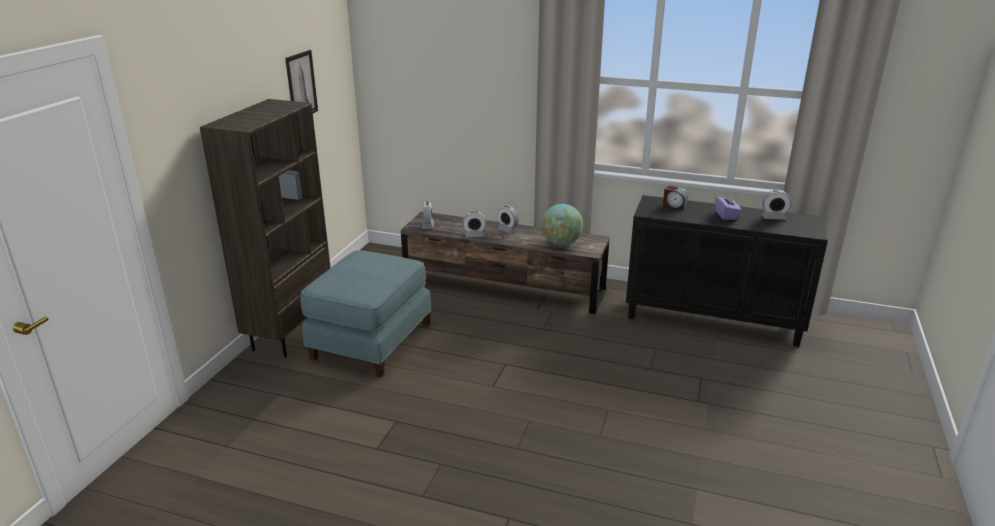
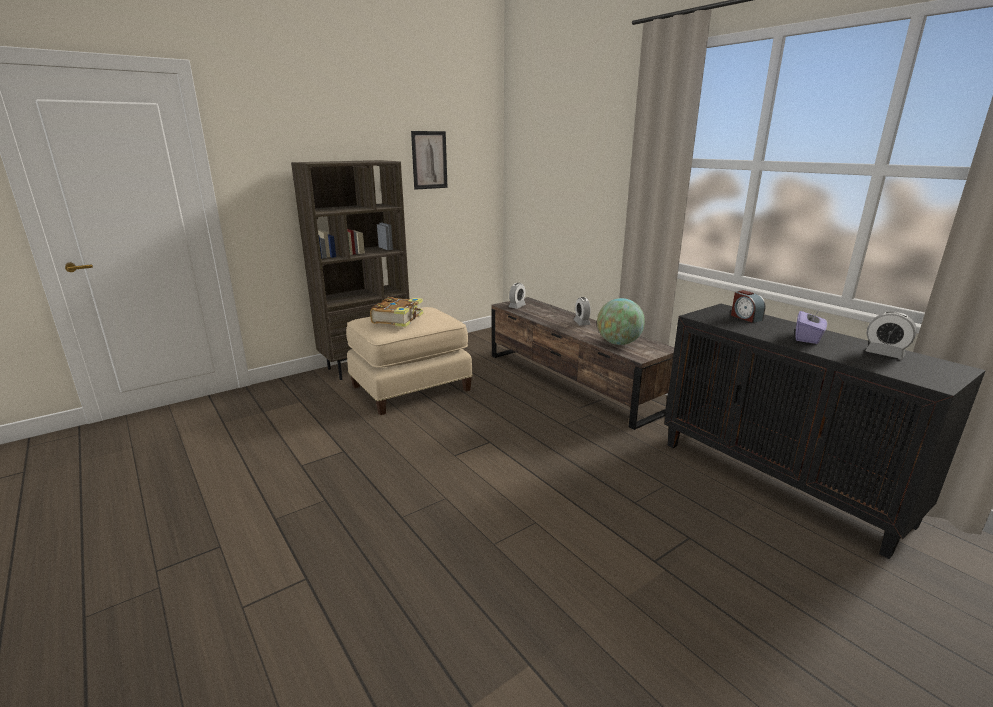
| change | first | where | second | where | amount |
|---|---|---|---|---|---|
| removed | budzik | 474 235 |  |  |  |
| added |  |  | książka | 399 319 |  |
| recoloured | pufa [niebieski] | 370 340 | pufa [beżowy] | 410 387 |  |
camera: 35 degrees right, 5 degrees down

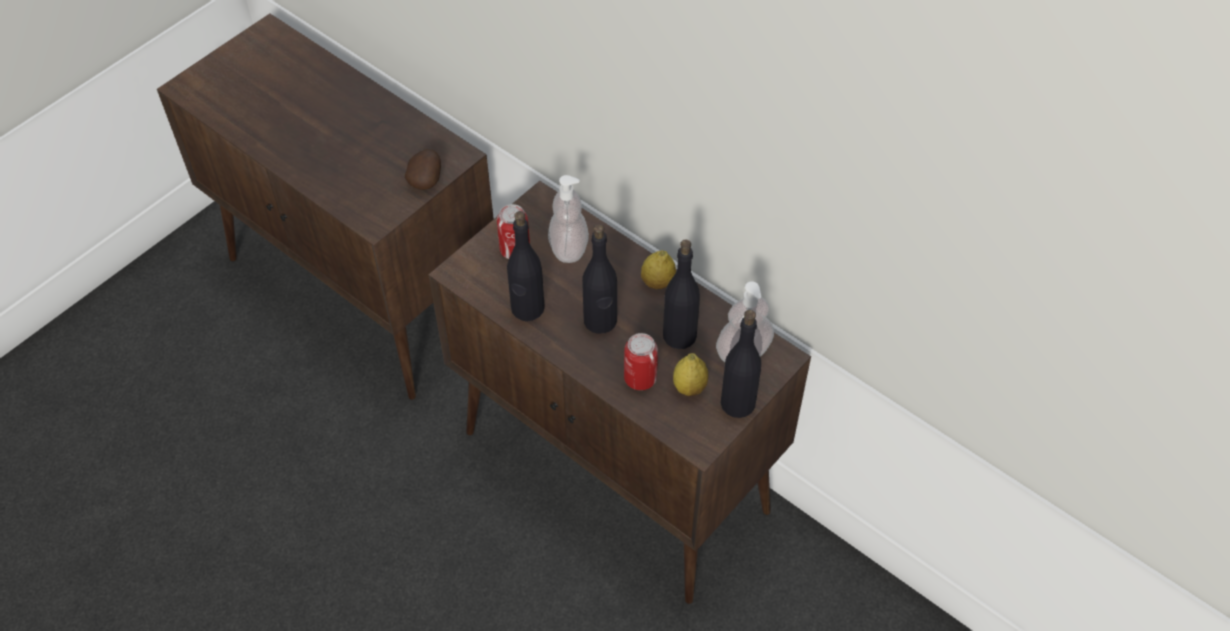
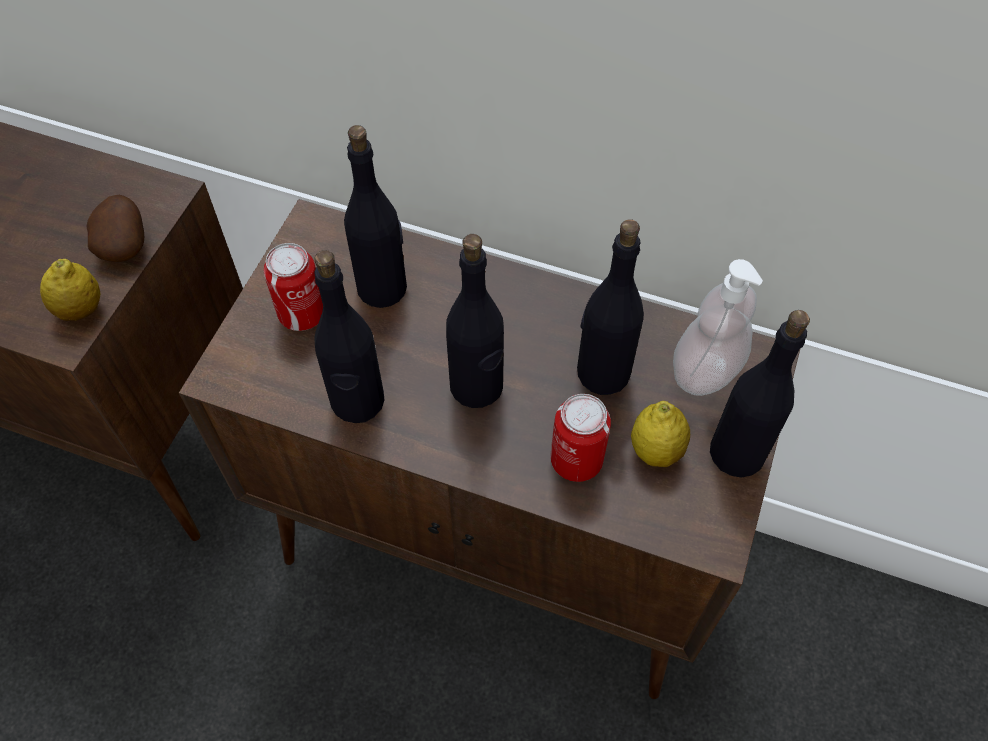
| change | first | where | second | where | amount |
|---|---|---|---|---|---|
| moved | cytryna | 657 283 |  | 81 309 |  |
| replaced | dozownik mydła | 568 248 | butelka [czarny] | 383 287 |  |
camera: 20 degrees left, 5 degrees up

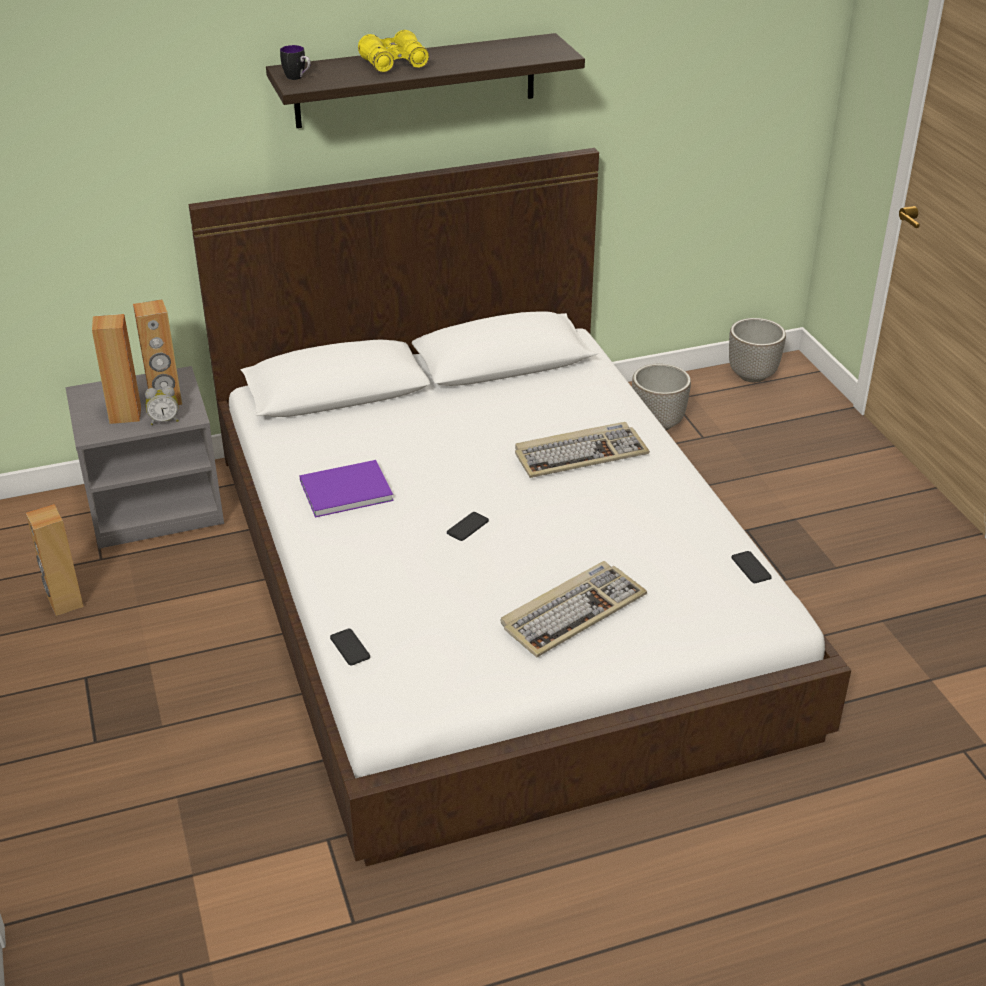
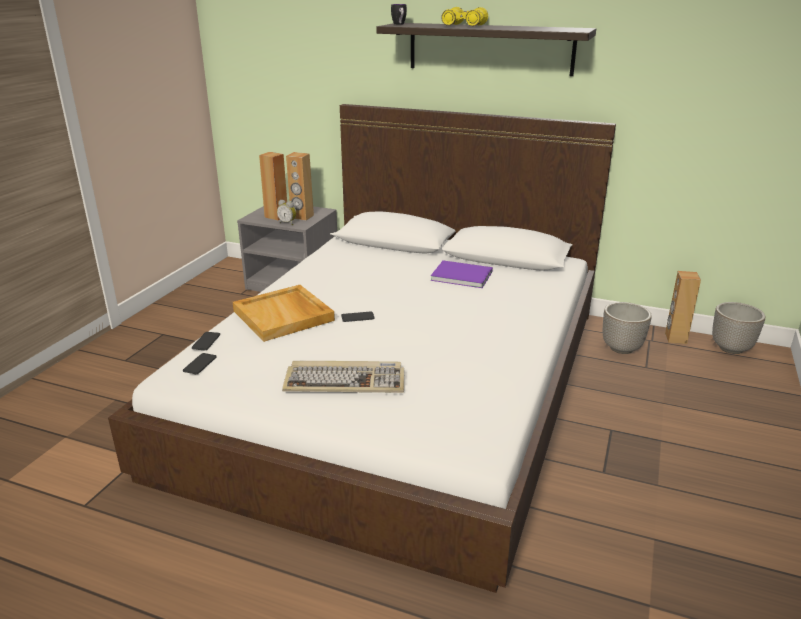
| change | first | where | second | where | amount |
|---|---|---|---|---|---|
| removed | klawiatura | 580 454 |  |  |  |
| added |  |  | taca [beżowy] | 284 316 |  |
| moved | głośnik [brązowy] | 65 603 |  | 675 338 |  |
| moved | książka [fioletowy] | 343 490 |  | 460 275 |  |
| moved | telefon | 751 567 |  | 200 364 |  |
camera: 40 degrees right, 10 degrees down

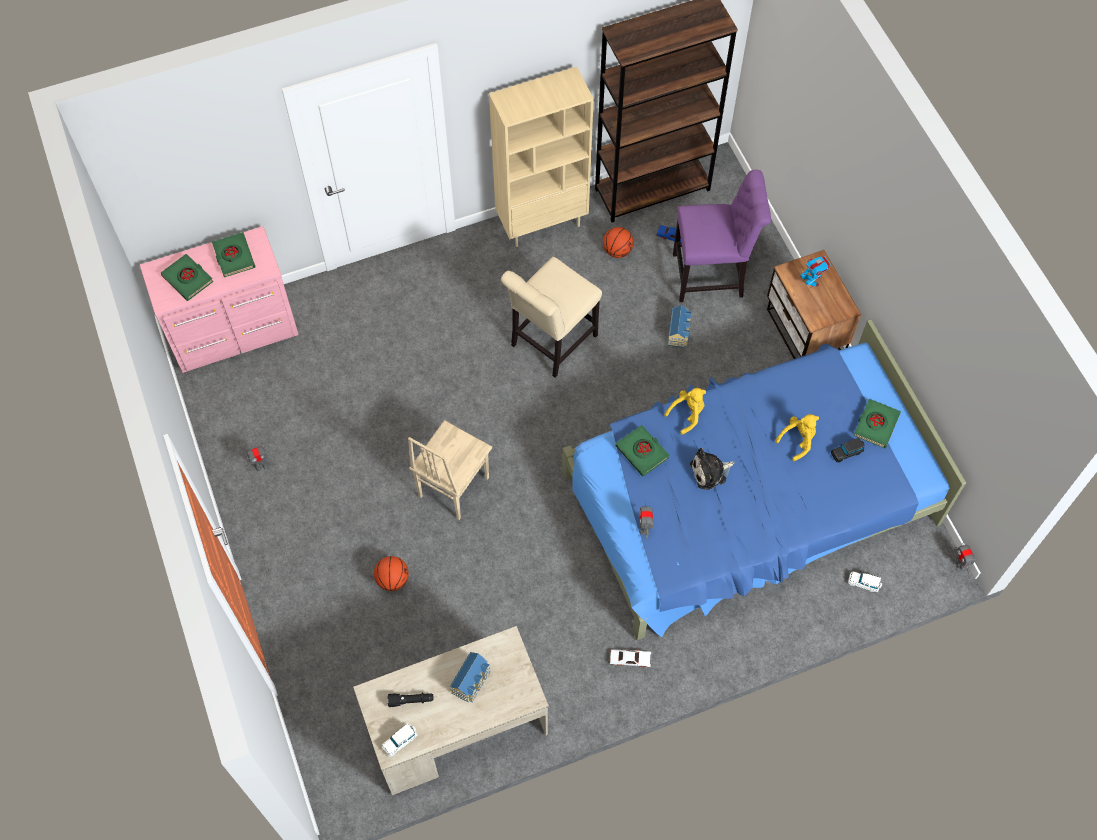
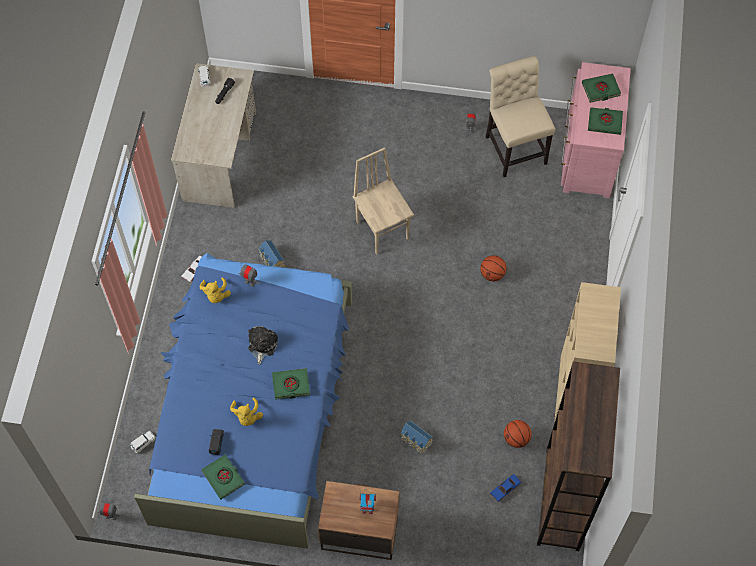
| change | first | where | second | where | amount |
|---|---|---|---|---|---|
| removed | krzesło [fioletowy] | 712 276 |  |  |  |
| moved | piłka do koszykówki | 392 579 |  | 492 274 |  |
| moved | domek | 472 681 |  | 271 261 |  |
| moved | krzesło [beżowy] | 550 343 |  | 514 147 |  |
| moved | książka [zielony] | 642 452 |  | 291 385 |  |
| moved | pluszak [żółty] | 687 414 |  | 216 295 |  |
camera: 120 degrees right, 0 degrees up

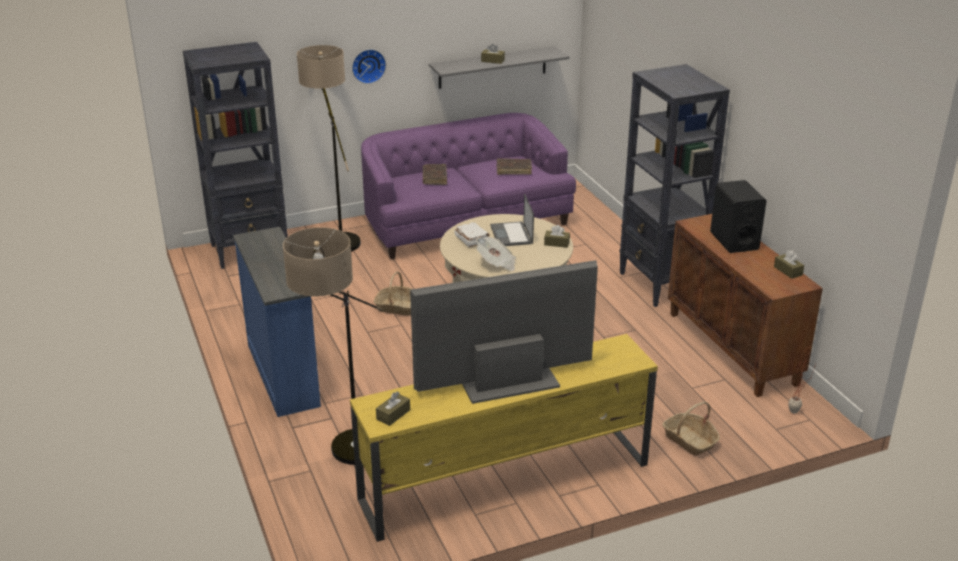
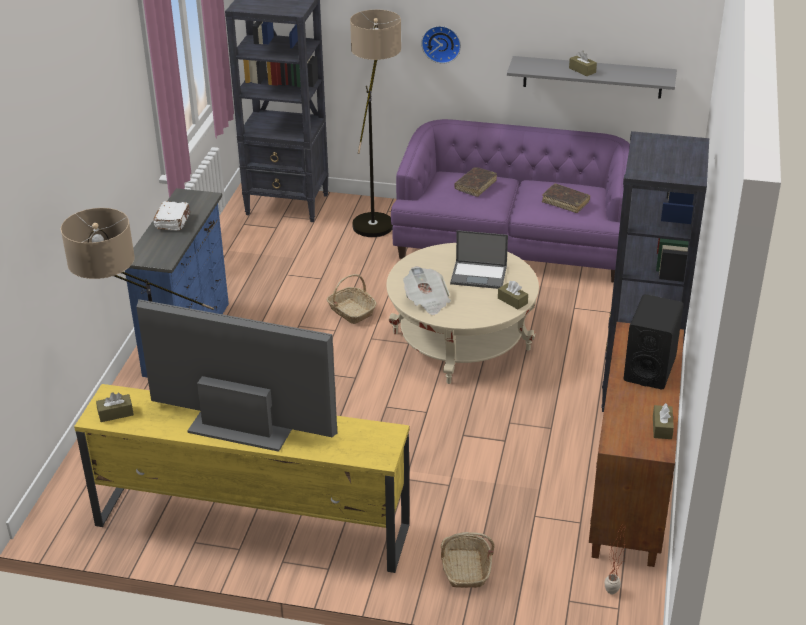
| change | first | where | second | where | amount |
|---|---|---|---|---|---|
| moved | książka [biały] | 471 240 |  | 173 222 |  |
| turned | laptop | 512 235 |  | 479 275 | 105 degrees counterclockwise |
camera: 35 degrees right, 5 degrees up

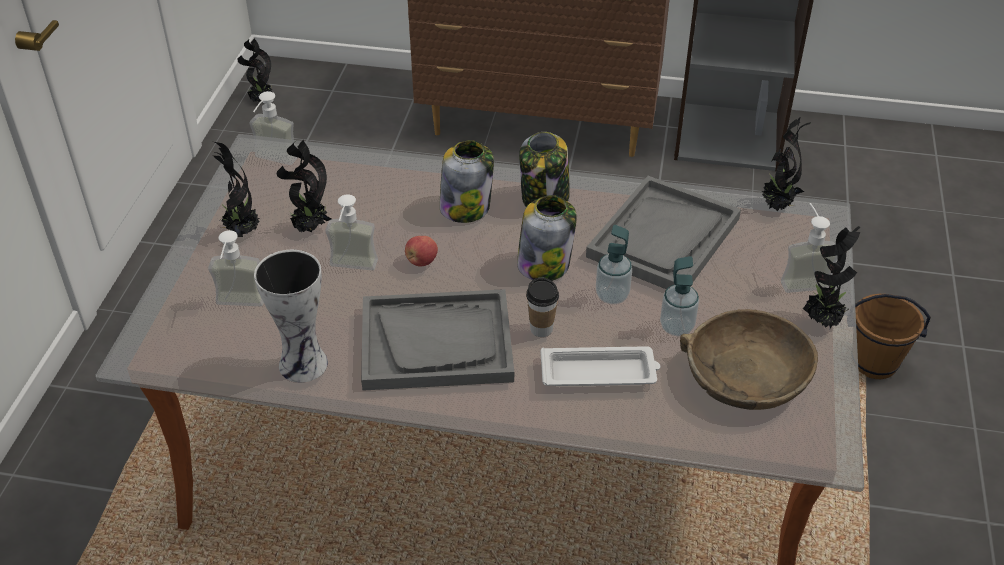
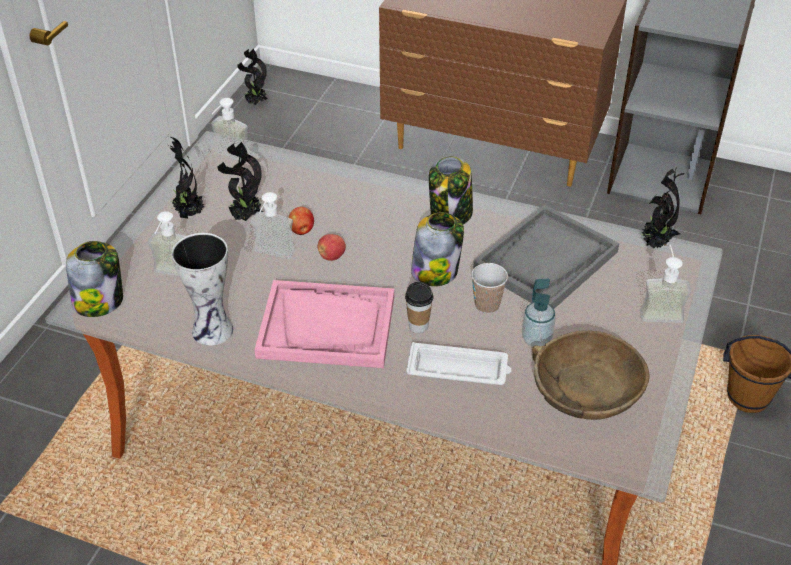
| change | first | where | second | where | amount |
|---|---|---|---|---|---|
| removed | roślina doniczkowa | 823 321 |  |  |  |
| added |  |  | jabłko | 301 231 |  |
| moved | słoik | 466 207 |  | 99 301 |  |
| replaced | dozownik mydła | 612 295 | filiżanka | 487 305 |  |
| recoloured | taca [szary] | 437 343 | taca [różowy] | 327 326 |  |
camera: 10 degrees right, 0 degrees up

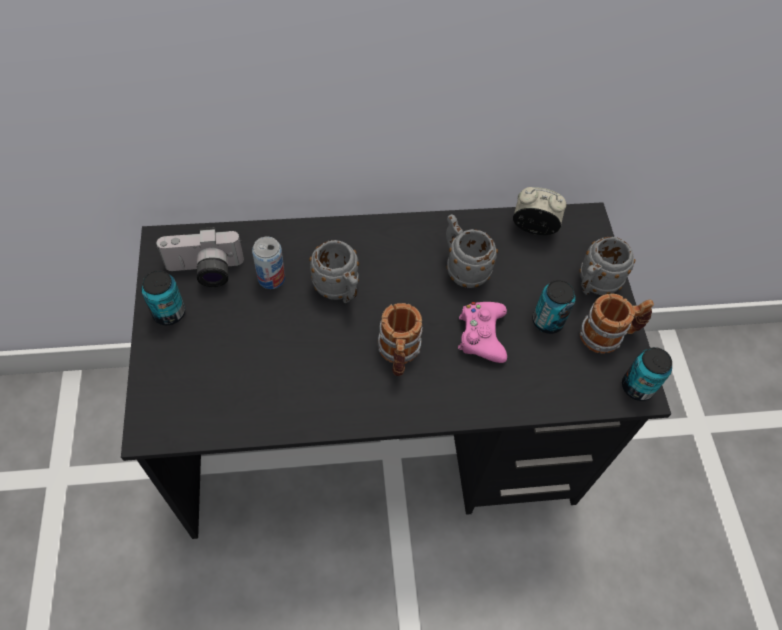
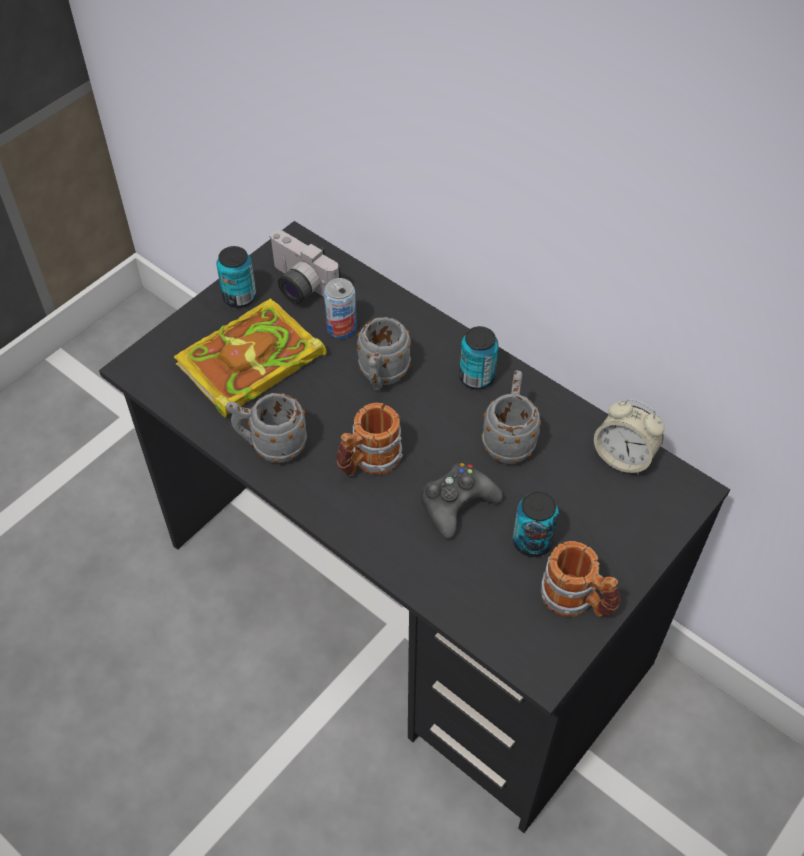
| change | first | where | second | where | amount |
|---|---|---|---|---|---|
| added |  |  | książka | 248 364 |  |
| moved | kubek [szary] | 594 285 |  | 271 446 |  |
| moved | puszka | 637 387 |  | 476 377 |  |
| recoloured | pad do gier [różowy] | 481 335 | pad do gier [czarny] | 457 504 |  |
| turned | budzik | 534 227 |  | 623 457 | 150 degrees clockwise |
camera: 50 degrees right, 5 degrees down

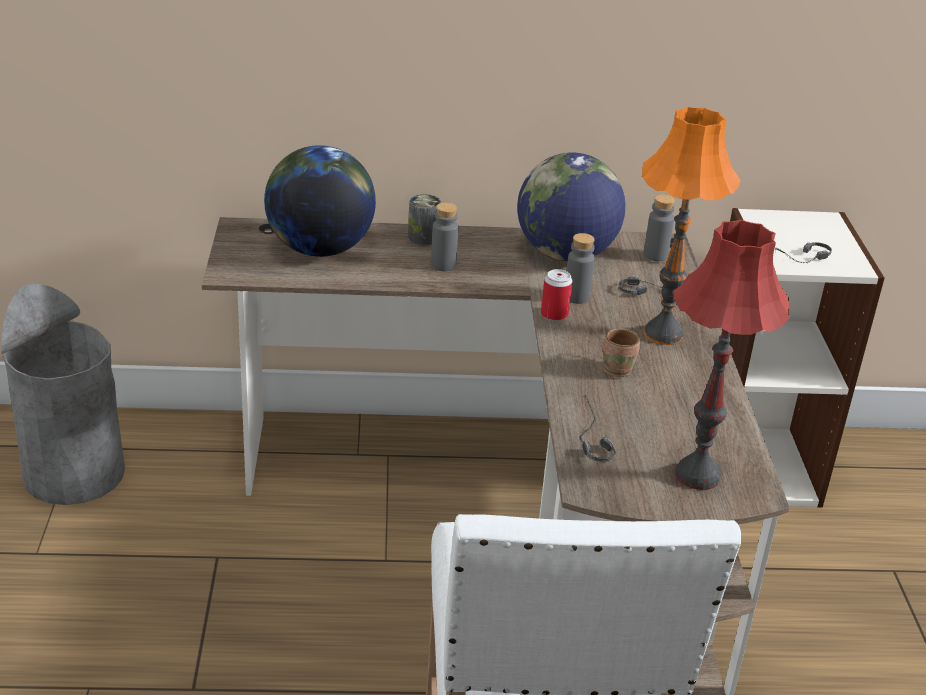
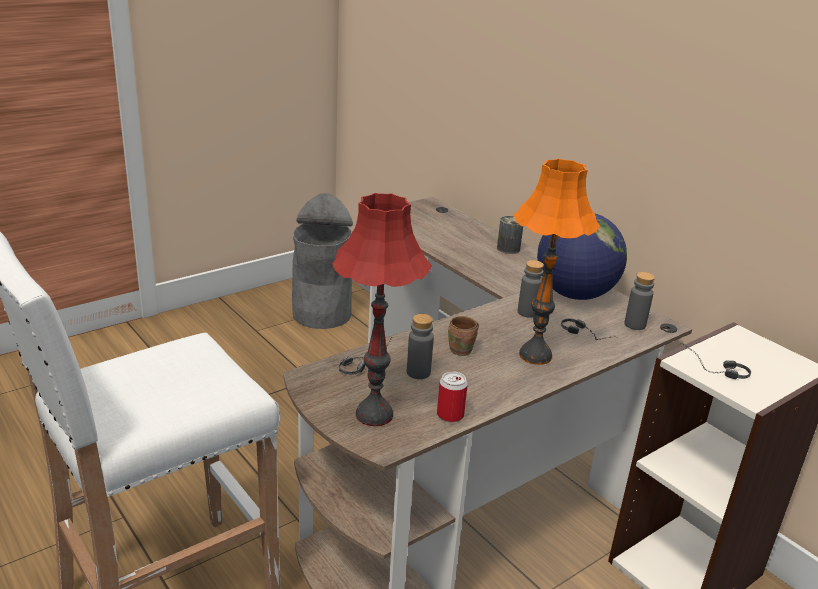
| change | first | where | second | where | amount |
|---|---|---|---|---|---|
| removed | globus | 319 249 |  |  |  |
| moved | butelka [szary] | 443 265 |  | 418 372 |  |
| moved | puszka | 554 314 |  | 450 415 |  |
camera: 55 degrees right, 5 degrees down

